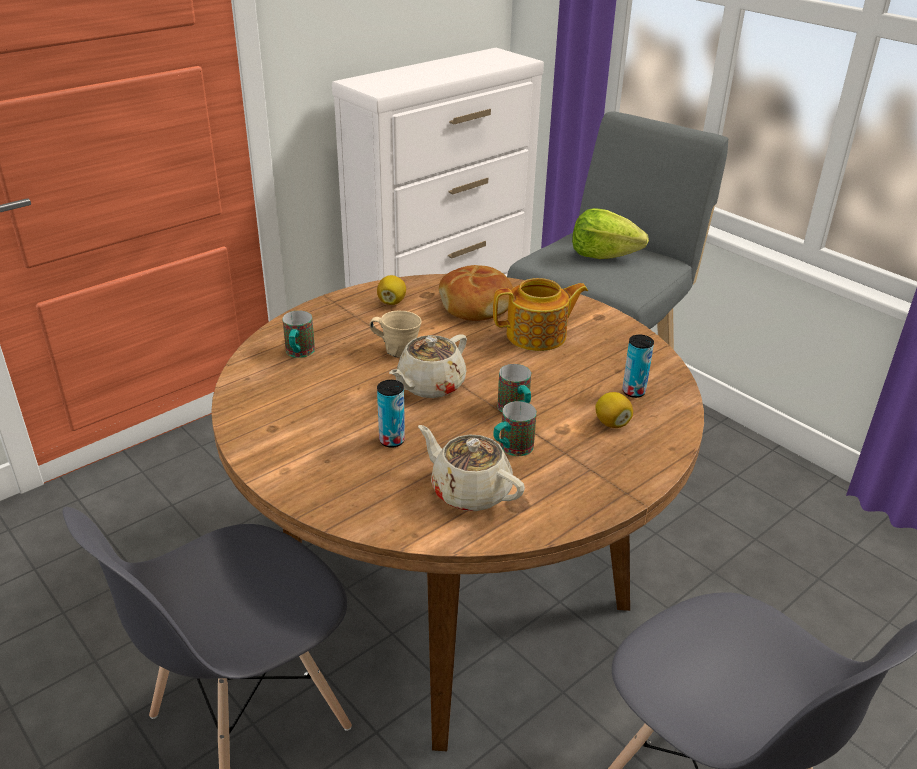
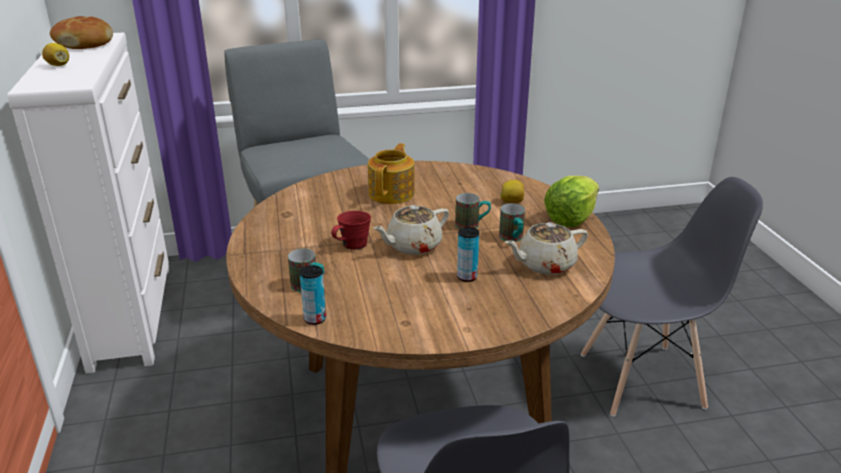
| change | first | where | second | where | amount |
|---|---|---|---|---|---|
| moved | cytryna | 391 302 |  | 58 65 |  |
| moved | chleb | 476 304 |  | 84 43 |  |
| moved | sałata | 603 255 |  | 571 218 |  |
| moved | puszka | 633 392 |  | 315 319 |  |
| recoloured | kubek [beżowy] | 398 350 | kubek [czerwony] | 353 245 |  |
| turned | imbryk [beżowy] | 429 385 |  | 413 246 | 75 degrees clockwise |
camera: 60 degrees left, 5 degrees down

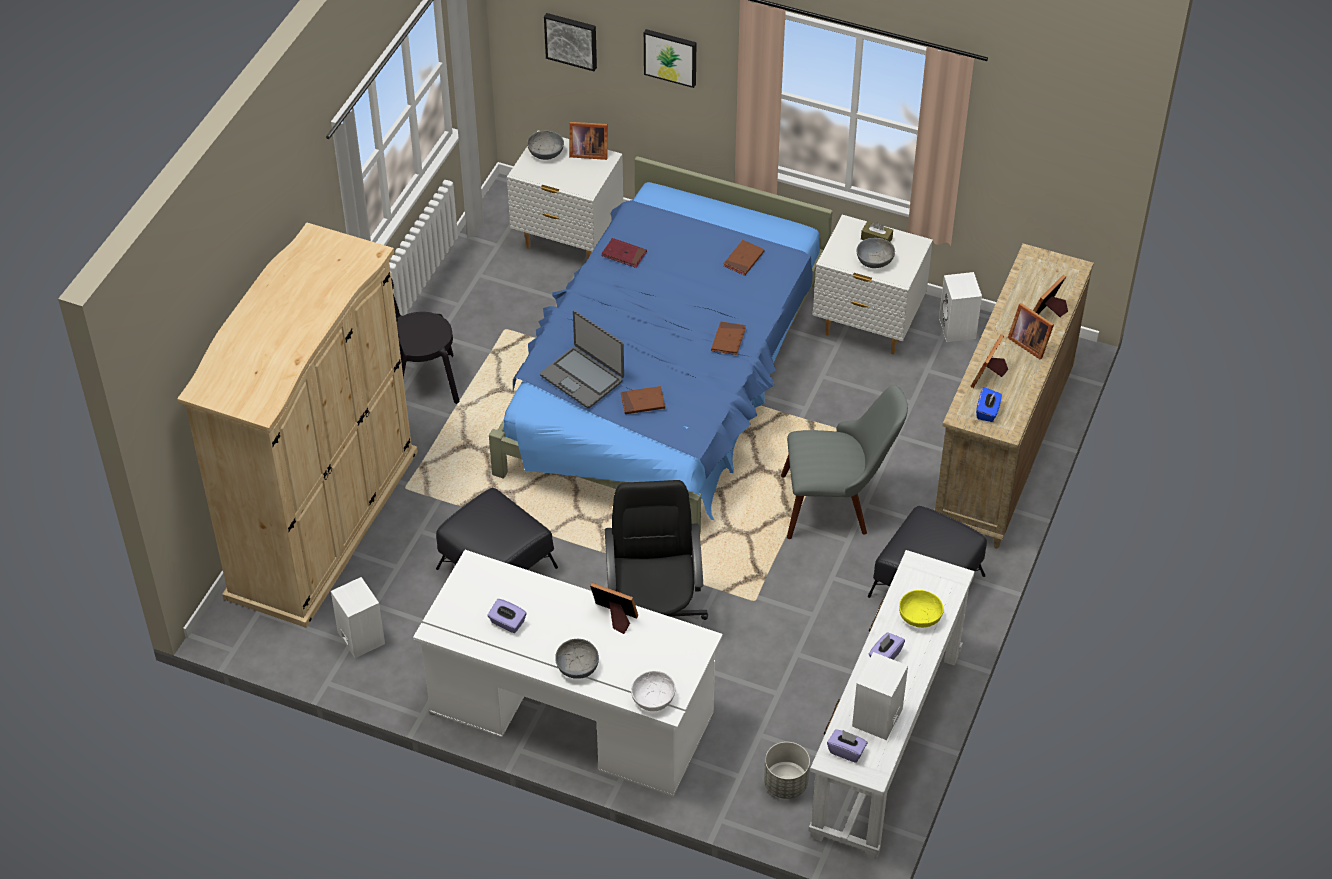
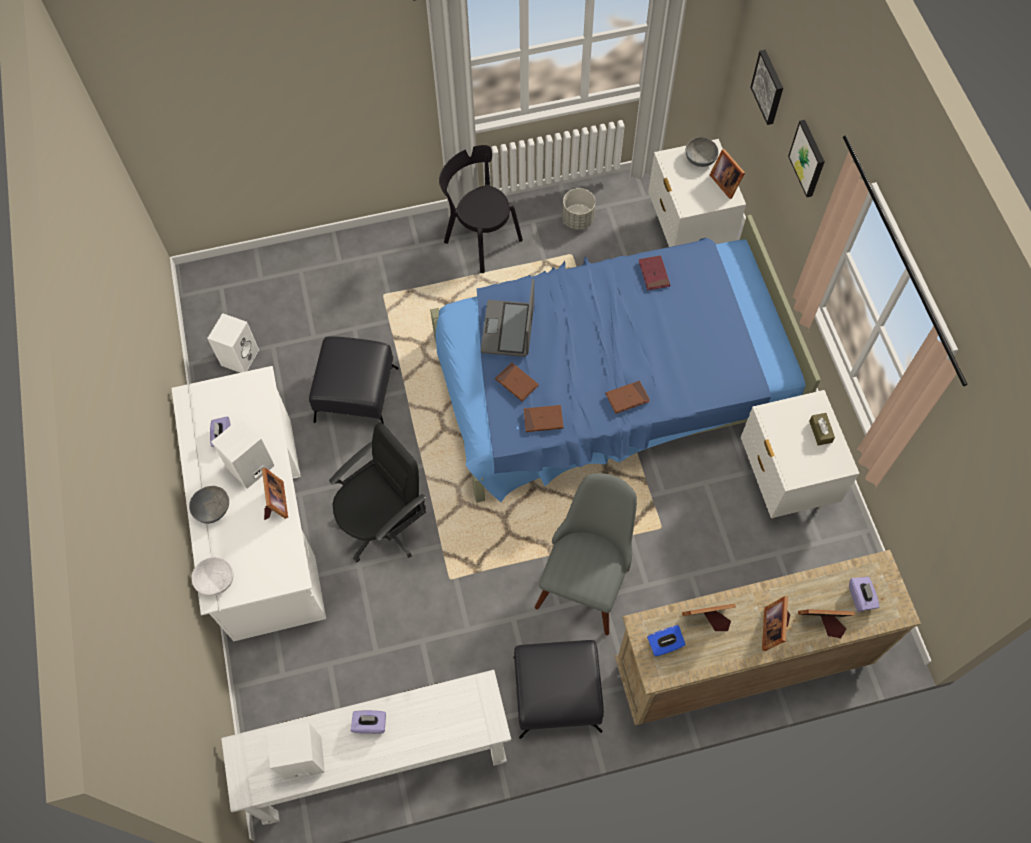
| change | first | where | second | where | amount |
|---|---|---|---|---|---|
| removed | szafa [beżowy] | 322 523 |  |  |  |
| removed | miska [szary] | 874 260 |  |  |  |
| removed | miska [żółty] | 920 616 |  |  |  |
| moved | książka [brązowy] | 743 259 |  | 543 419 |  |
| moved | donica [szary] | 785 783 |  | 578 219 |  |
| moved | pudełko chusteczek [fioletowy] | 846 751 |  | 861 597 |  |
| moved | głośnik [biały] | 958 329 |  | 250 468 |  |
| turned | krzesło [szary] | 837 504 |  | 587 576 | 120 degrees counterclockwise |
camera: 55 degrees right, 15 degrees up

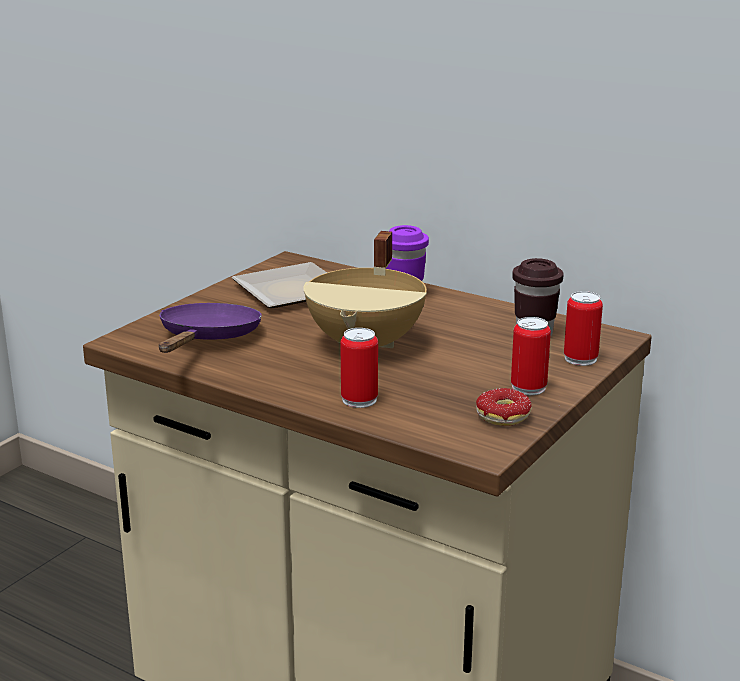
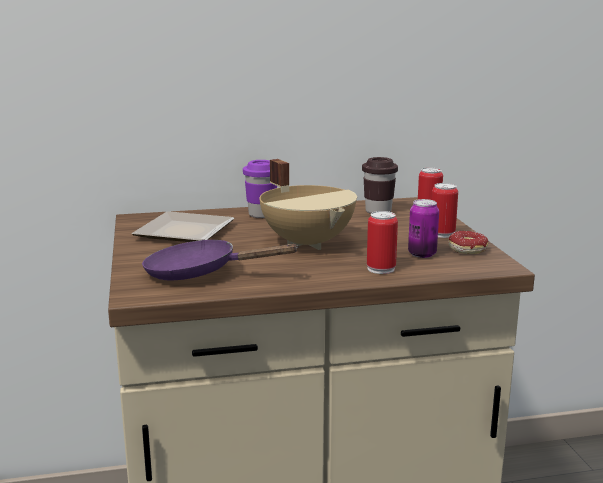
| change | first | where | second | where | amount |
|---|---|---|---|---|---|
| added |  |  | puszka | 422 254 |  |
| turned | patelnia [fioletowy] | 207 339 |  | 200 273 | 45 degrees counterclockwise |
camera: 45 degrees left, 5 degrees down

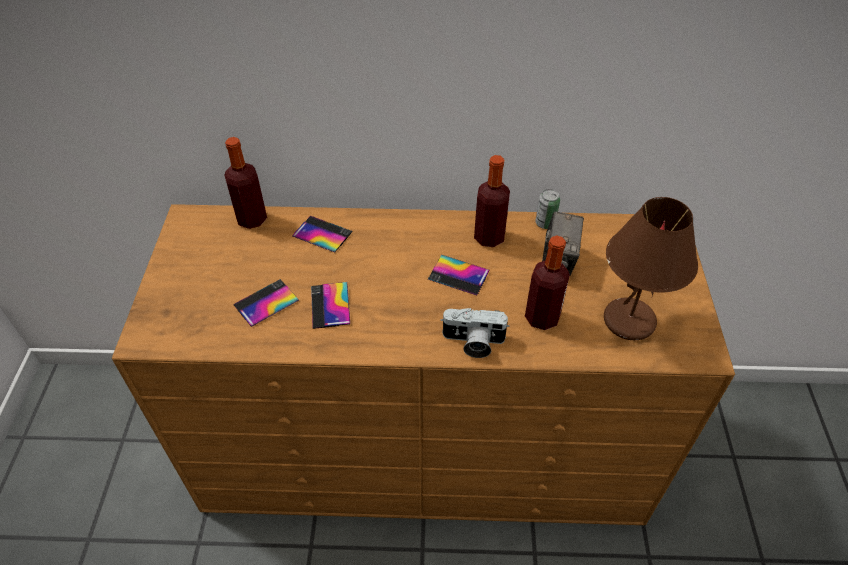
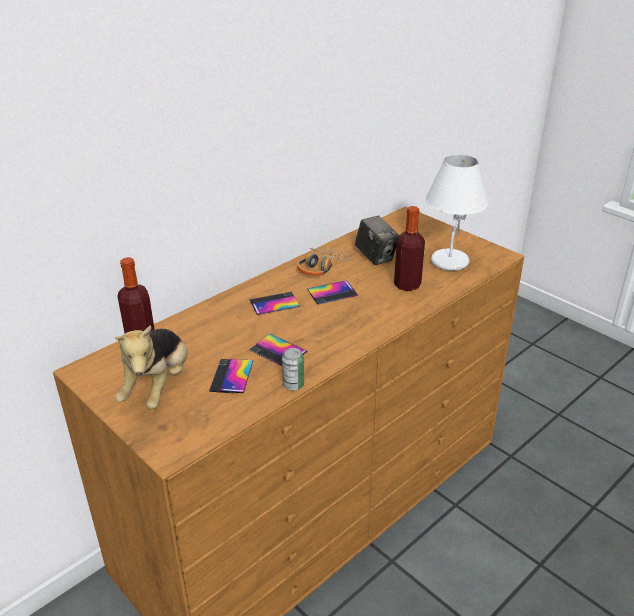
| change | first | where | second | where | amount |
|---|---|---|---|---|---|
| removed | aparat fotograficzny | 473 343 |  |  |  |
| added |  |  | pluszak | 158 386 |  |
| moved | telefon | 322 234 |  | 274 303 |  |
| moved | puszka | 545 223 |  | 293 385 |  |
| replaced | butelka | 489 237 | słuchawki | 320 267 |  |
| recoloured | lampa stołowa [brązowy] | 629 320 | lampa stołowa [biały] | 449 261 |  |
camera: 45 degrees left, 15 degrees down

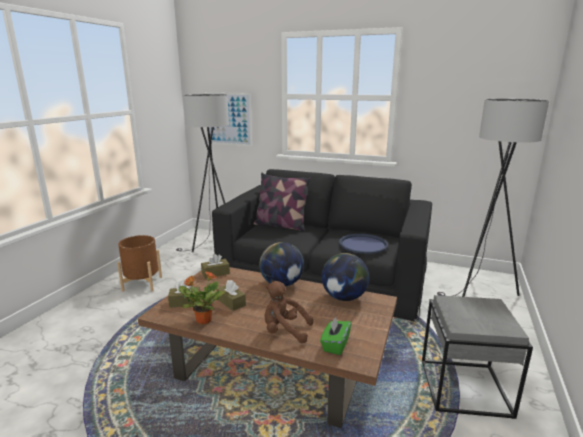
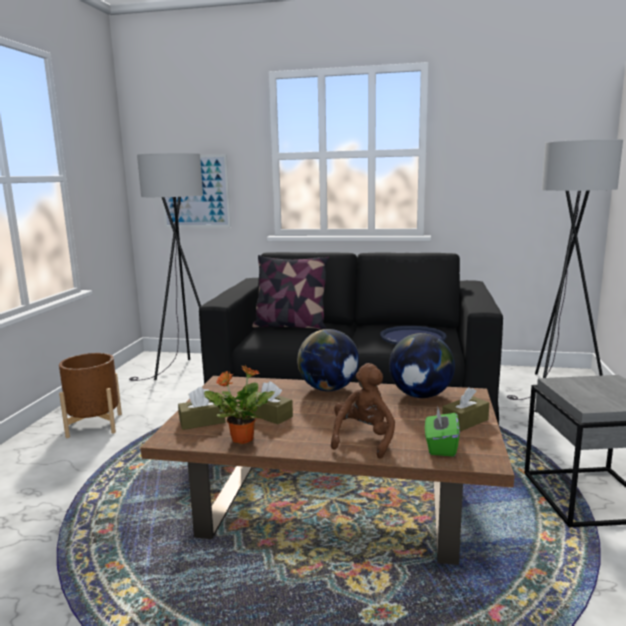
| change | first | where | second | where | amount |
|---|---|---|---|---|---|
| moved | pudełko chusteczek [brązowy] | 215 273 |  | 465 421 |  |
| turned | pluszak [brązowy] | 284 331 |  | 364 439 | 105 degrees clockwise |
camera: 10 degrees left, 5 degrees down

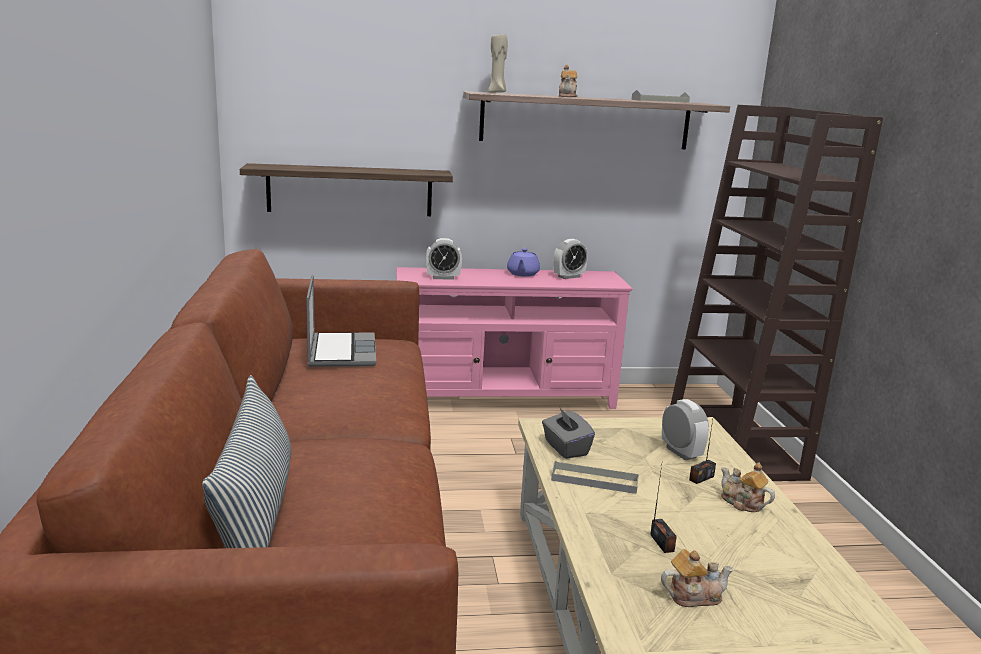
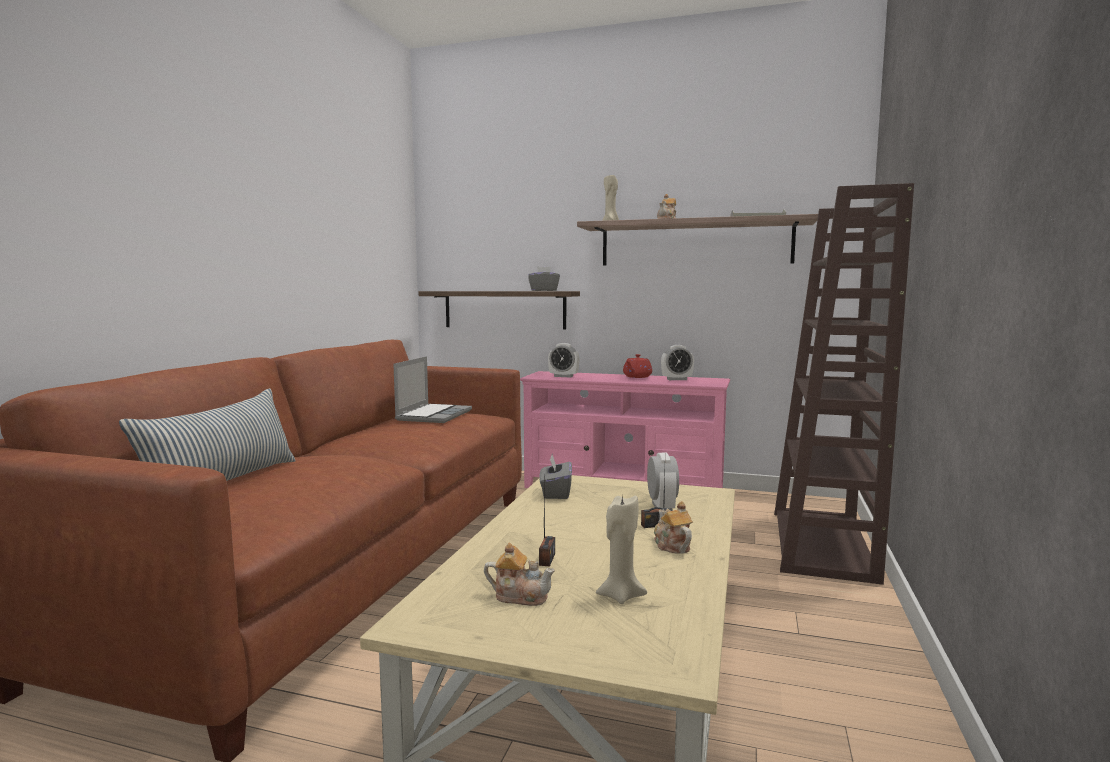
| change | first | where | second | where | amount |
|---|---|---|---|---|---|
| removed | taca [szary] | 594 480 |  |  |  |
| added |  |  | pudełko chusteczek [szary] | 543 290 |  |
| added |  |  | świeca [beżowy] | 620 596 |  |
| recoloured | imbryk [fioletowy] | 522 274 | imbryk [czerwony] | 636 377 |  |
camera: 25 degrees right, 10 degrees down

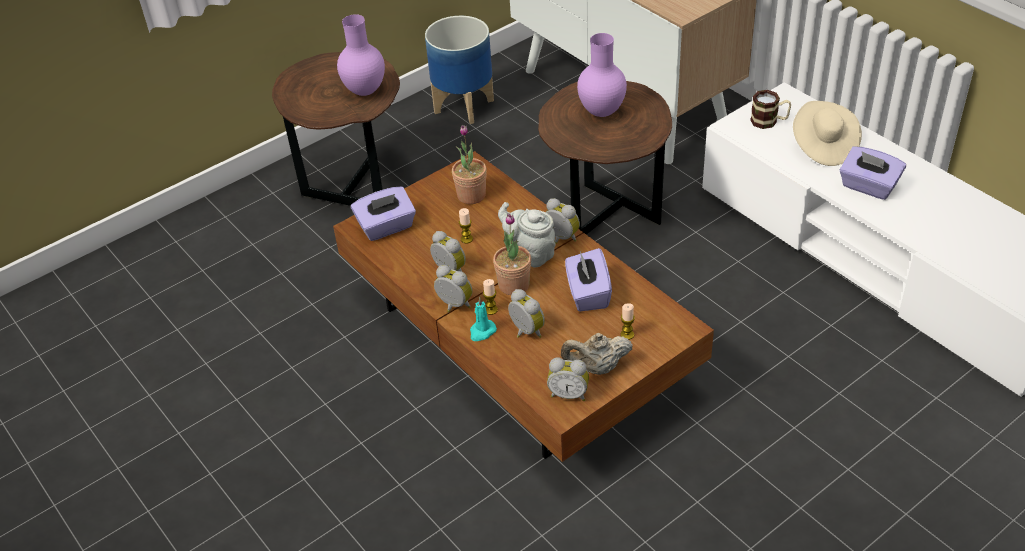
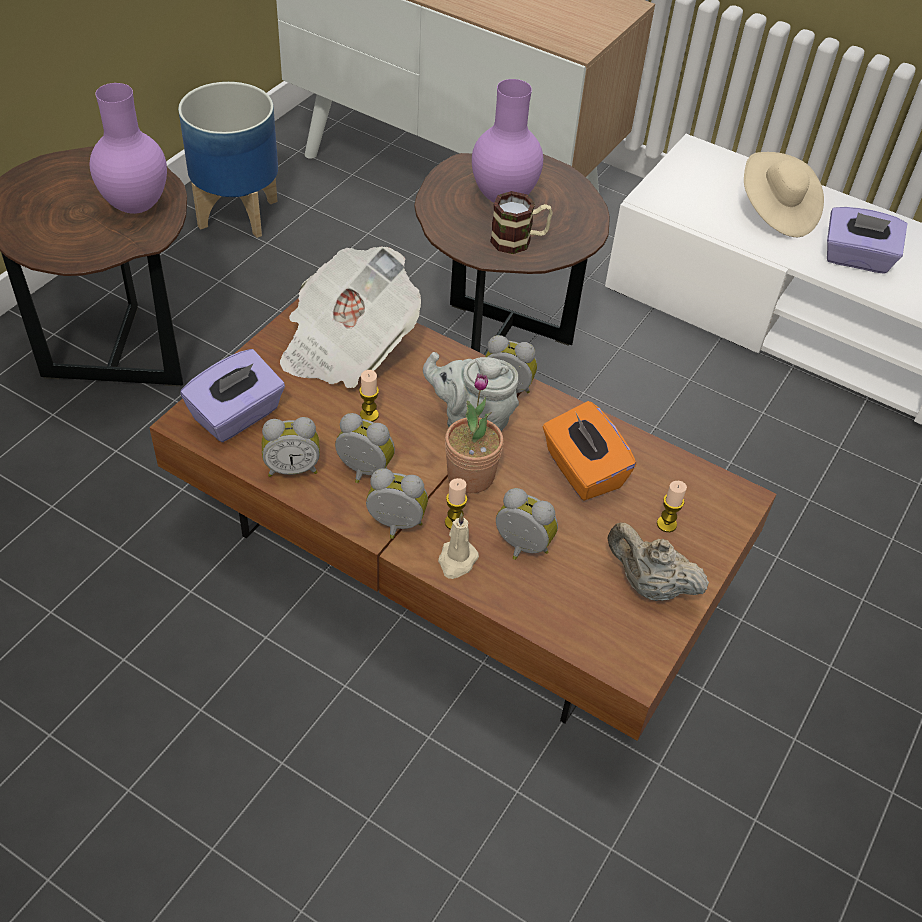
| change | first | where | second | where | amount |
|---|---|---|---|---|---|
| moved | budzik | 568 394 |  | 292 468 |  |
| moved | kubek | 769 121 |  | 519 240 |  |
| replaced | roślina doniczkowa | 471 195 | gazeta | 347 345 |  |
| recoloured | świeca [turkusowy] | 482 332 | świeca [beżowy] | 457 561 |  |
| recoloured | pudełko chusteczek [fioletowy] | 587 294 | pudełko chusteczek [pomarańczowy] | 582 471 |  |
| turned | imbryk [beżowy] | 597 367 |  | 649 585 | 60 degrees clockwise |
camera: 25 degrees left, 5 degrees up

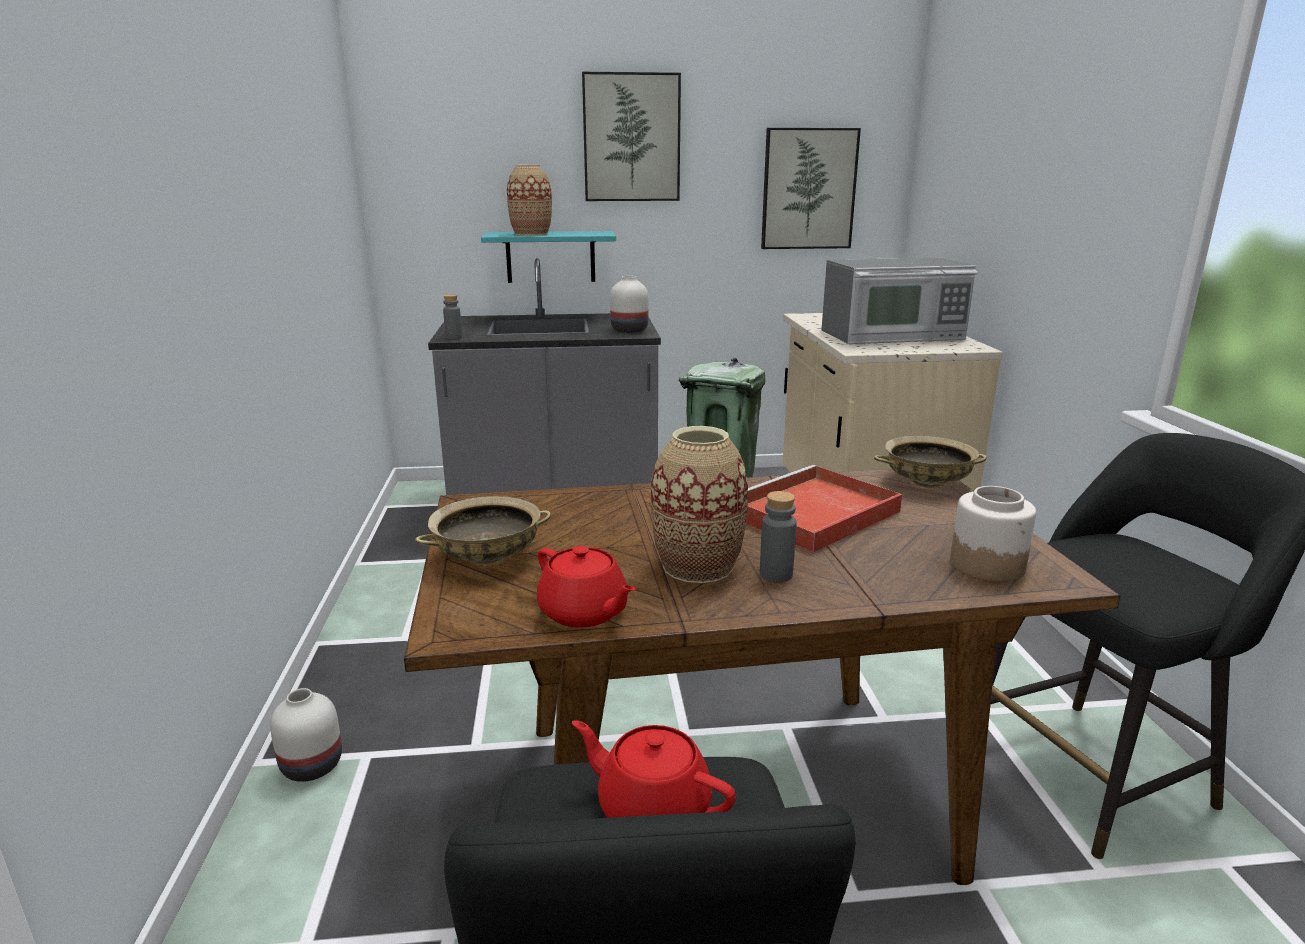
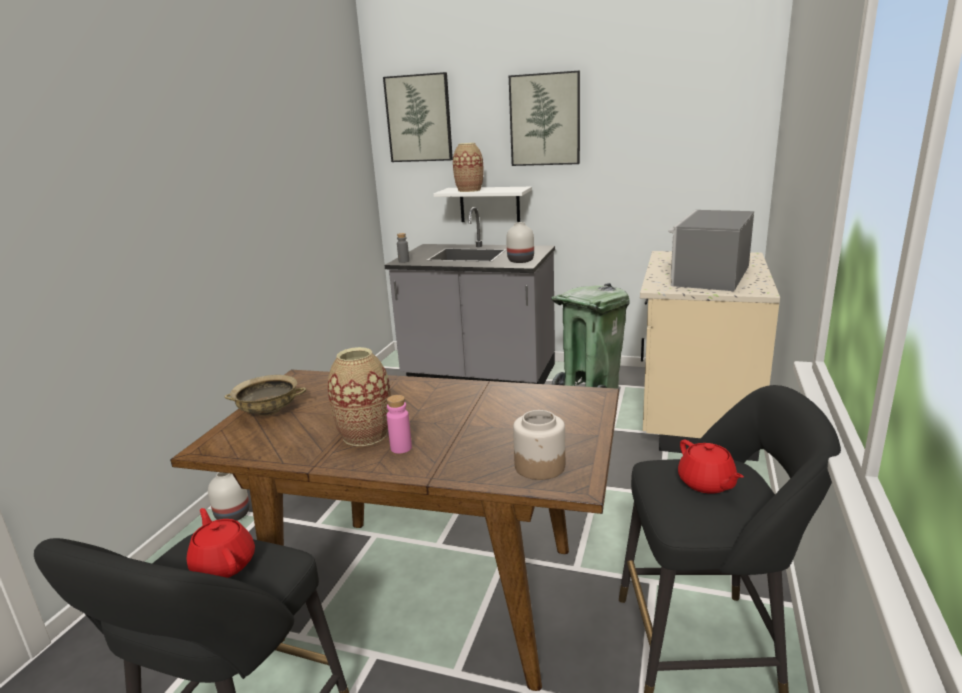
| change | first | where | second | where | amount |
|---|---|---|---|---|---|
| removed | taca [czerwony] | 811 514 |  |  |  |
| removed | miska [beżowy] | 926 483 |  |  |  |
| moved | imbryk [czerwony] | 584 613 |  | 706 483 |  |
| moved | obraz | 808 189 |  | 419 118 |  |
| recoloured | półka [turkusowy] | 550 257 | półka [biały] | 489 204 |  |
| recoloured | butelka [szary] | 776 574 | butelka [różowy] | 401 448 |  |
| turned | mikrofalówka | 893 335 |  | 709 275 | 105 degrees clockwise |
camera: 25 degrees right, 0 degrees up

